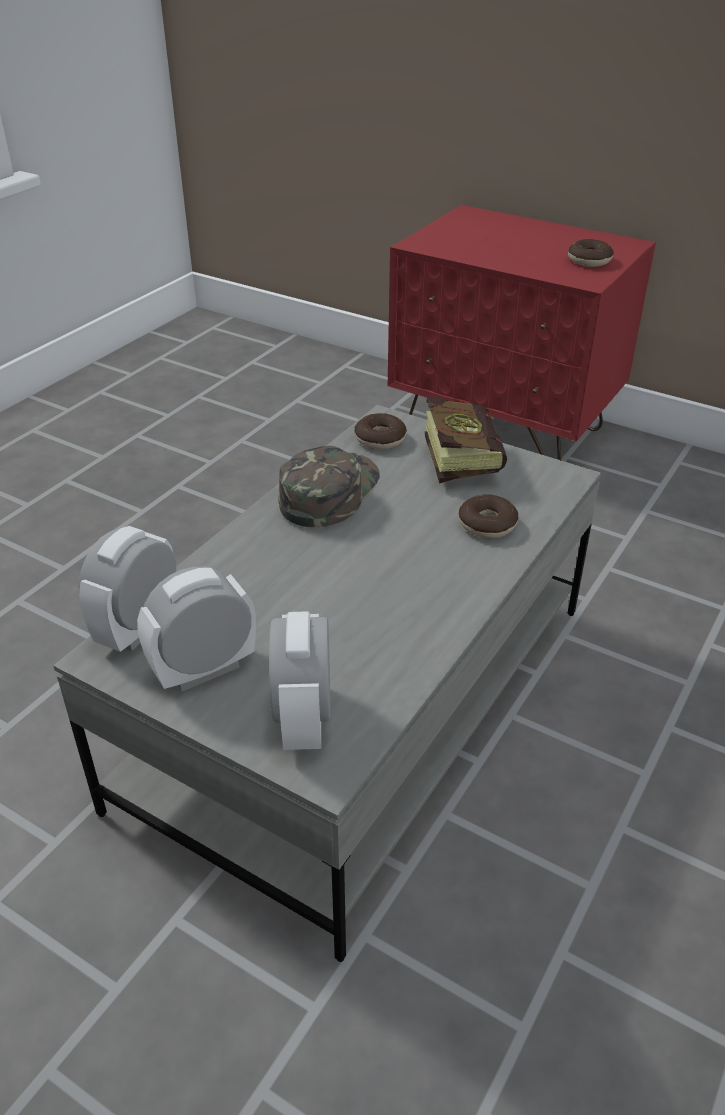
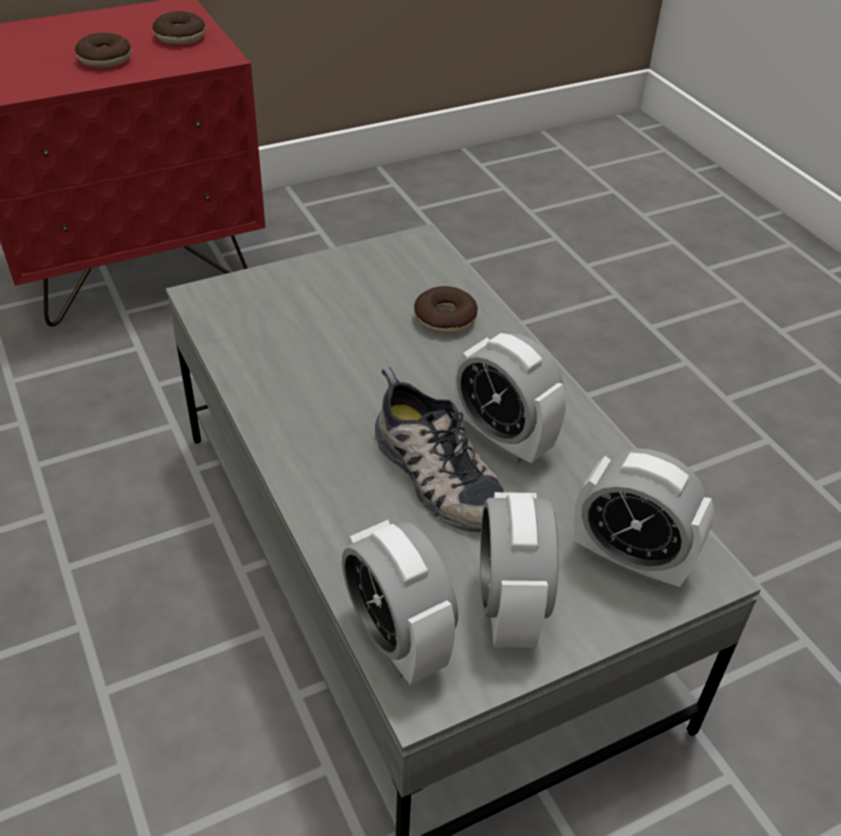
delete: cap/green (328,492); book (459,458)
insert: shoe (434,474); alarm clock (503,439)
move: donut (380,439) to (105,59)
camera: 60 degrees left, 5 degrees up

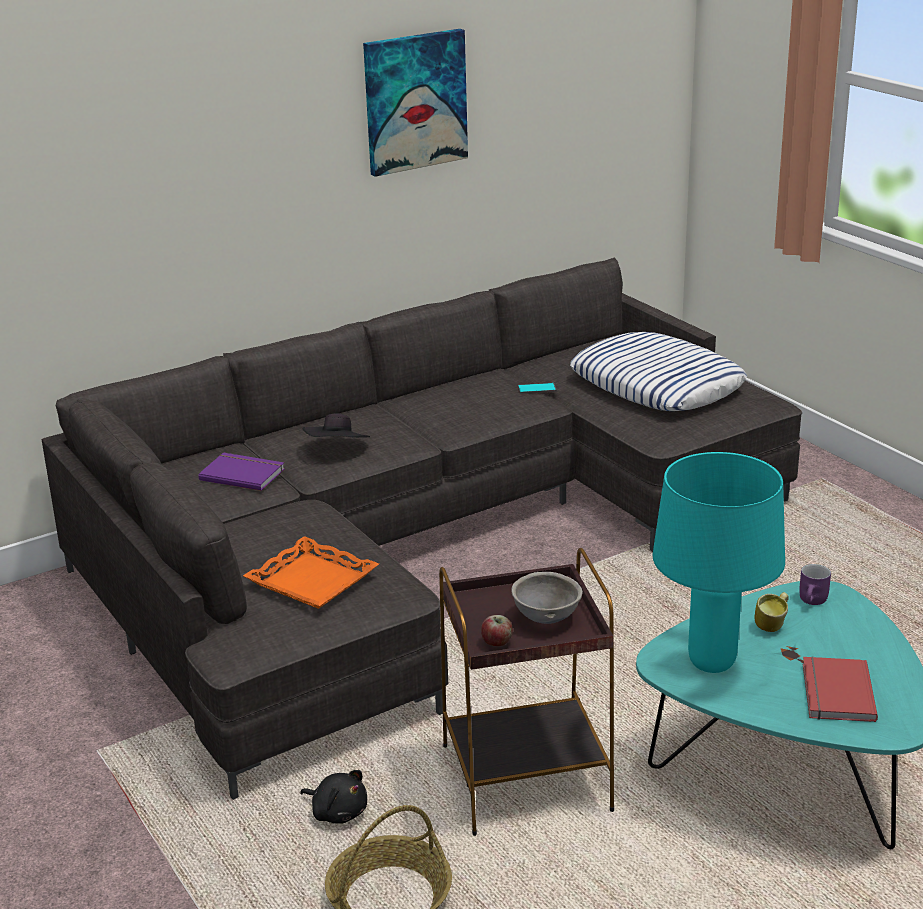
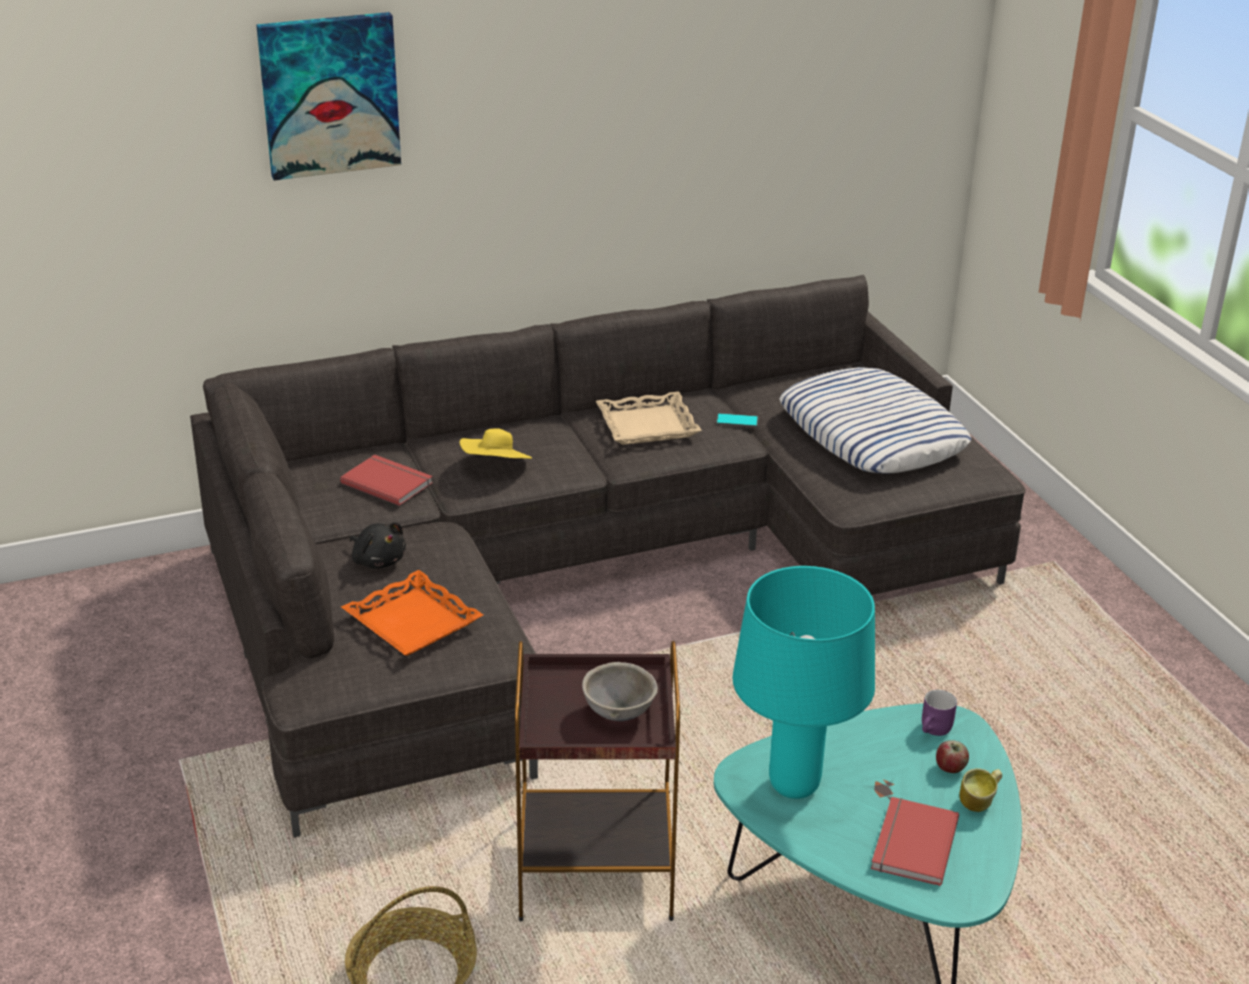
insert: tray/beige (647,426)
move: plush toy/black (338,812) to (378,560); picture (415,101) to (329,95); apple (497,643) to (950,768); mug (772,626) to (979,804)
recolor: book/purple (243,473) to book/red (388,482); hat/black (338,449) to hat/yellow (496,467)
camera: 10 degrees right, 5 degrees up

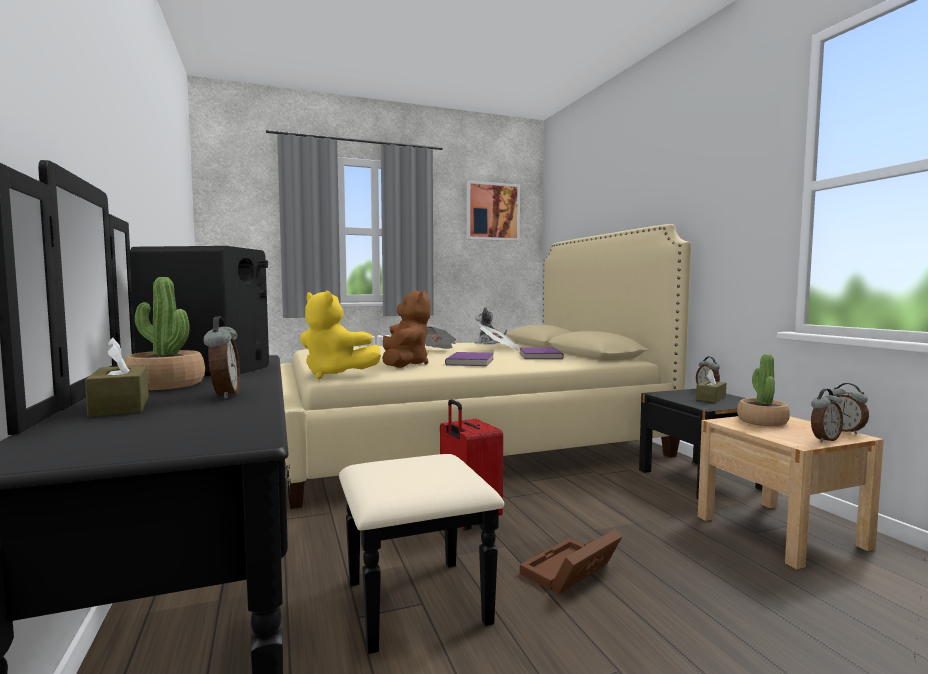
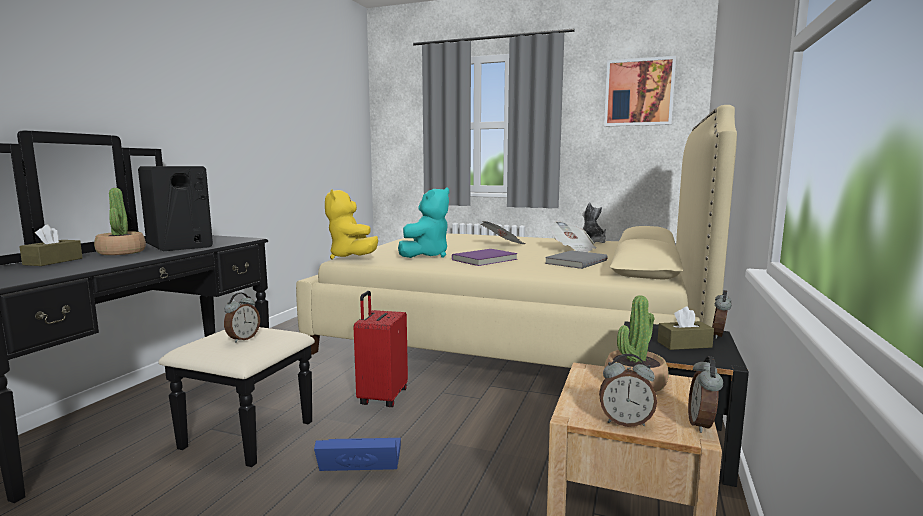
move: alarm clock (224,395) to (242,339)
recolor: plush toy/brown (404,364) to plush toy/turquoise (426,255); book/purple (539,356) to book/grey (575,262); storage box/brown (569,573) to storage box/blue (358,462)
camera: 40 degrees right, 5 degrees up

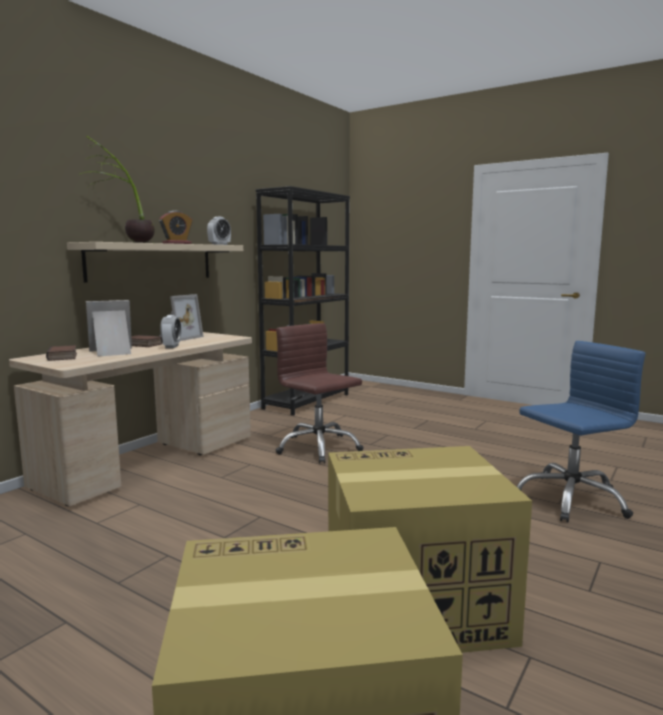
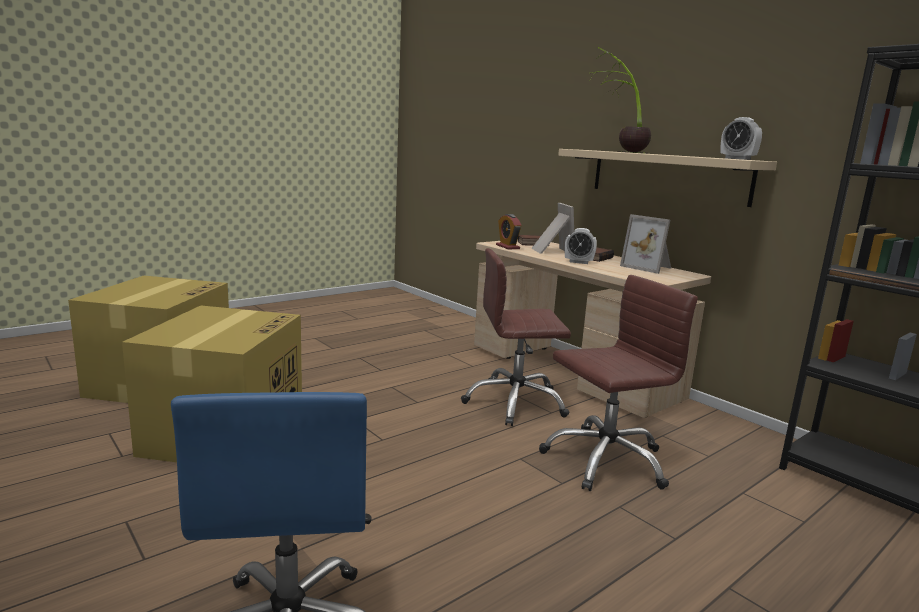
insert: office chair/brown (515,403)
move: alarm clock (177,243) to (507,247)
camera: 105 degrees right, 5 degrees up

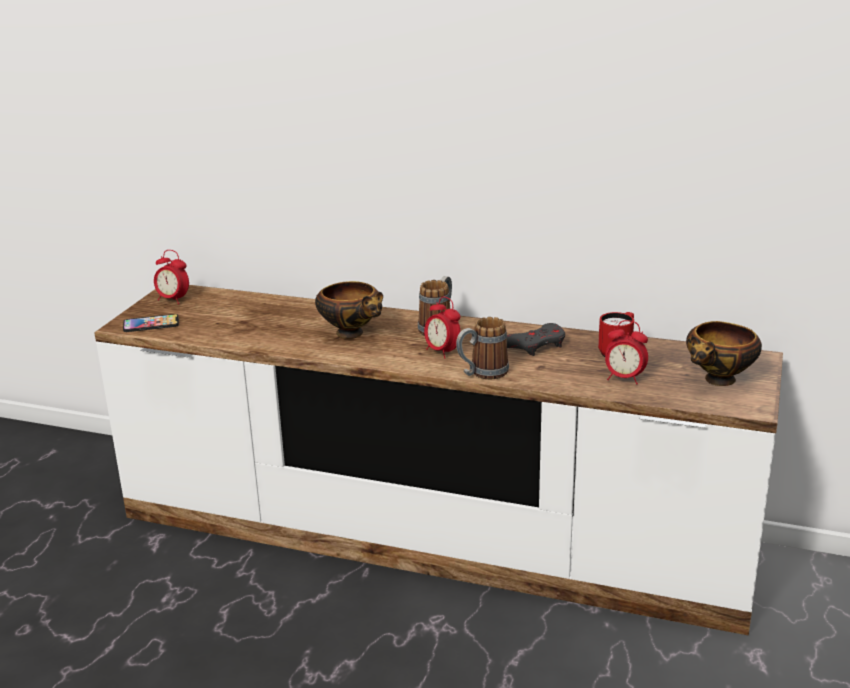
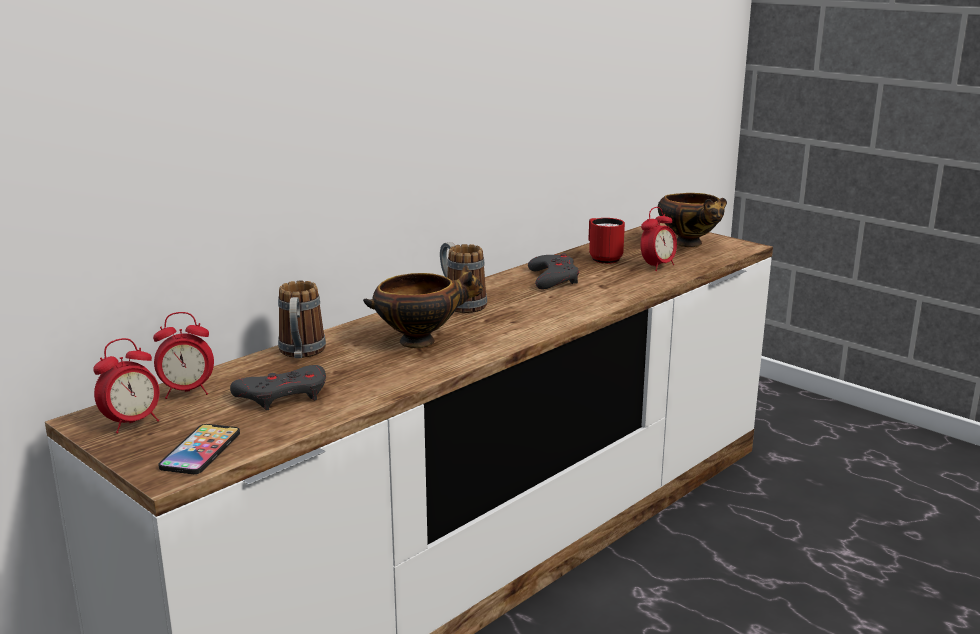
insert: game controller/grey (283,395)
move: alarm clock (442,352) to (187,392); mug (482,373) to (301,354)
camera: 65 degrees left, 5 degrees down

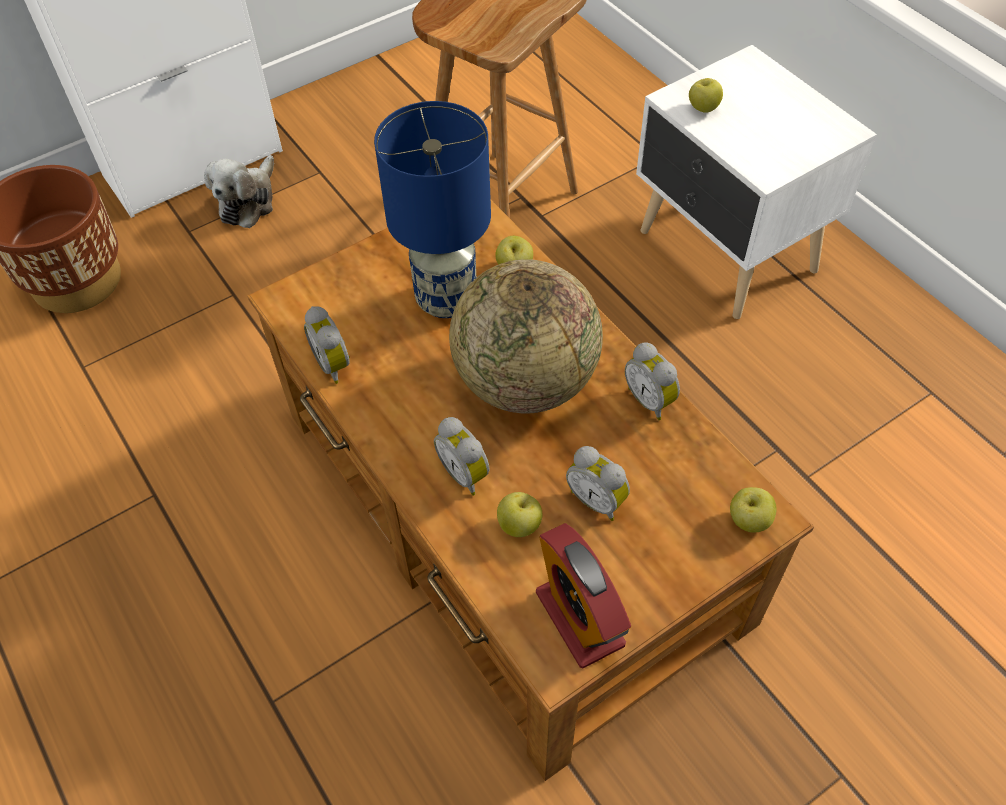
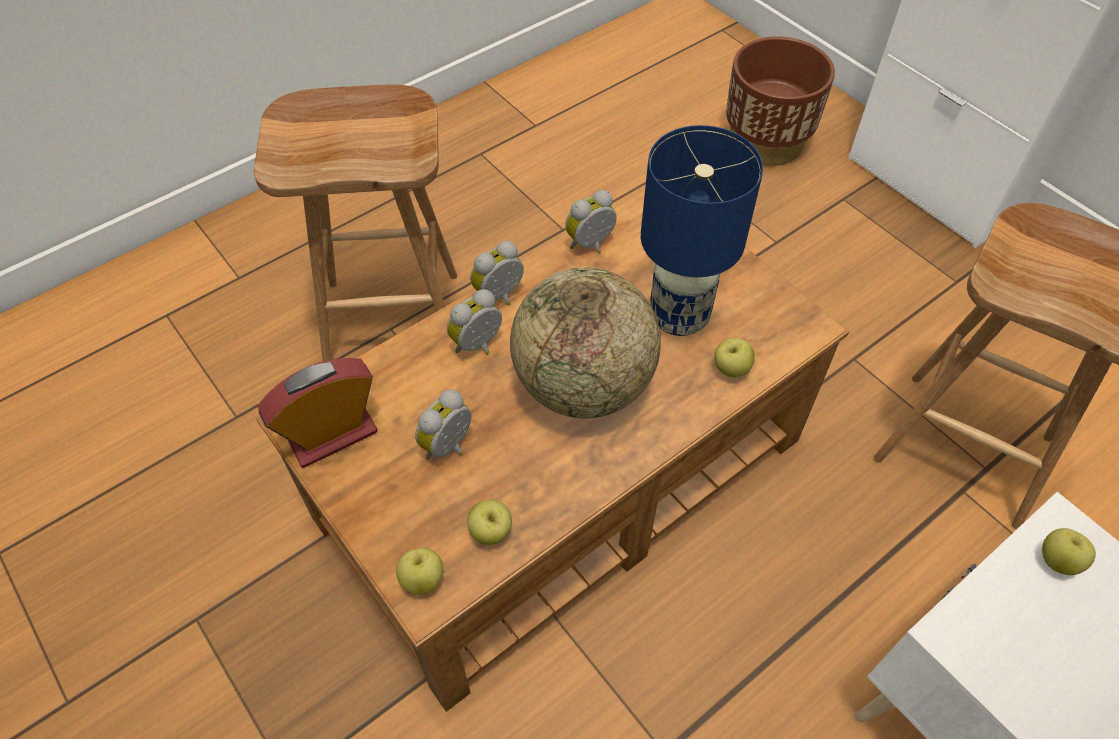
delete: plush toy (248,201)
insert: stool/brown (395,317)
move: apple (519,525) to (491,532); alarm clock (651,400) to (500,297)
camera: 85 degrees right, 0 degrees up

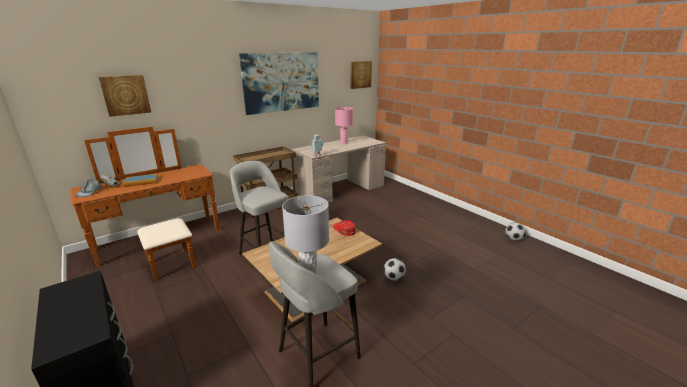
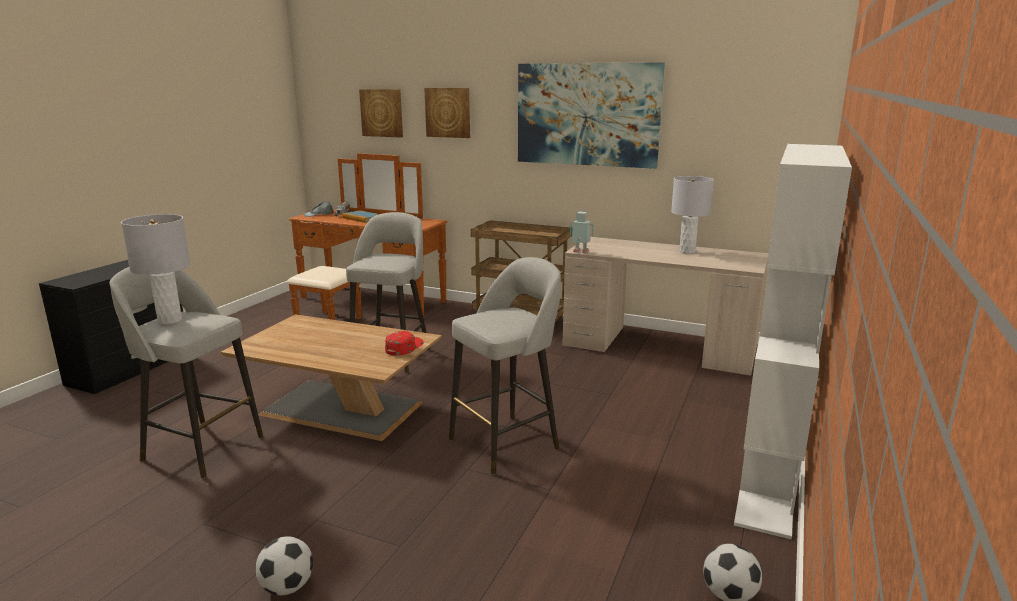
insert: stool/grey (506,443); bookcase/white (768,481)
move: picture (360,74) to (448,112); football (394,278) to (287,587)
recolor: table lamp/pink (344,142) to table lamp/grey (687,251)
camera: 60 degrees right, 5 degrees down

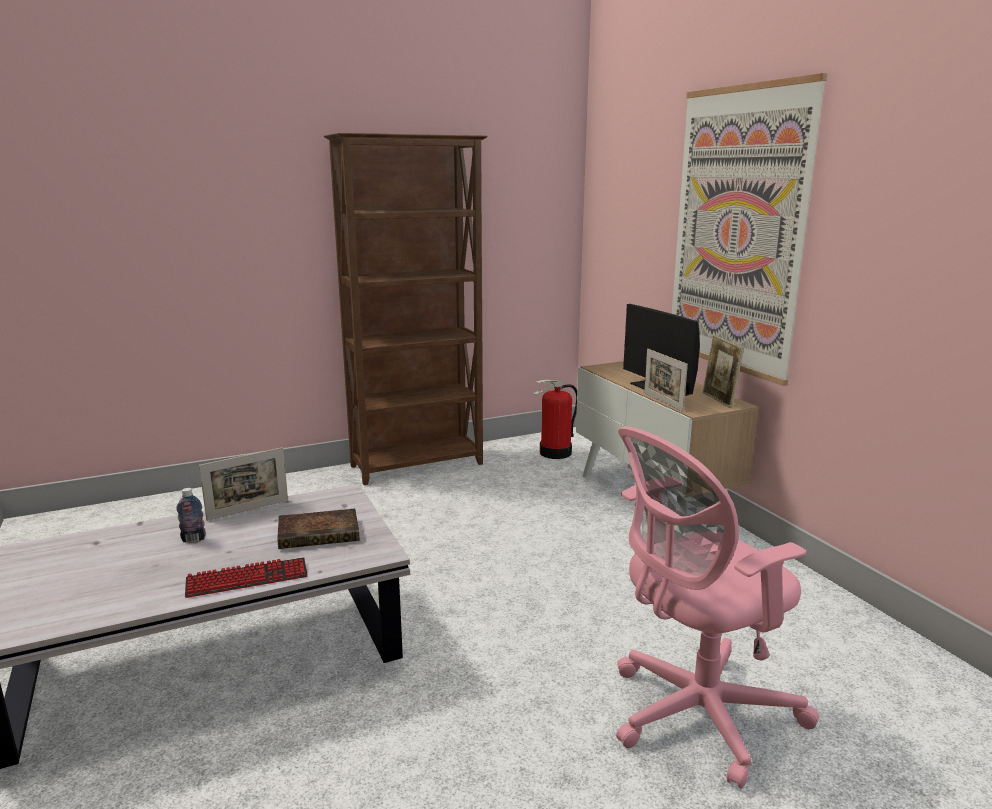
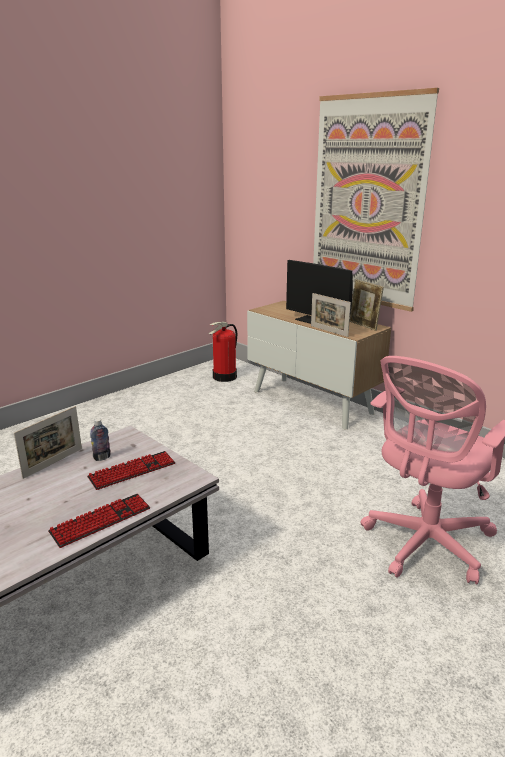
delete: bookcase/brown (418,465)
move: bottle (193,539) to (102,457)
replace: book (321,533) to keyboard (132,471)
camera: 20 degrees left, 5 degrees up

